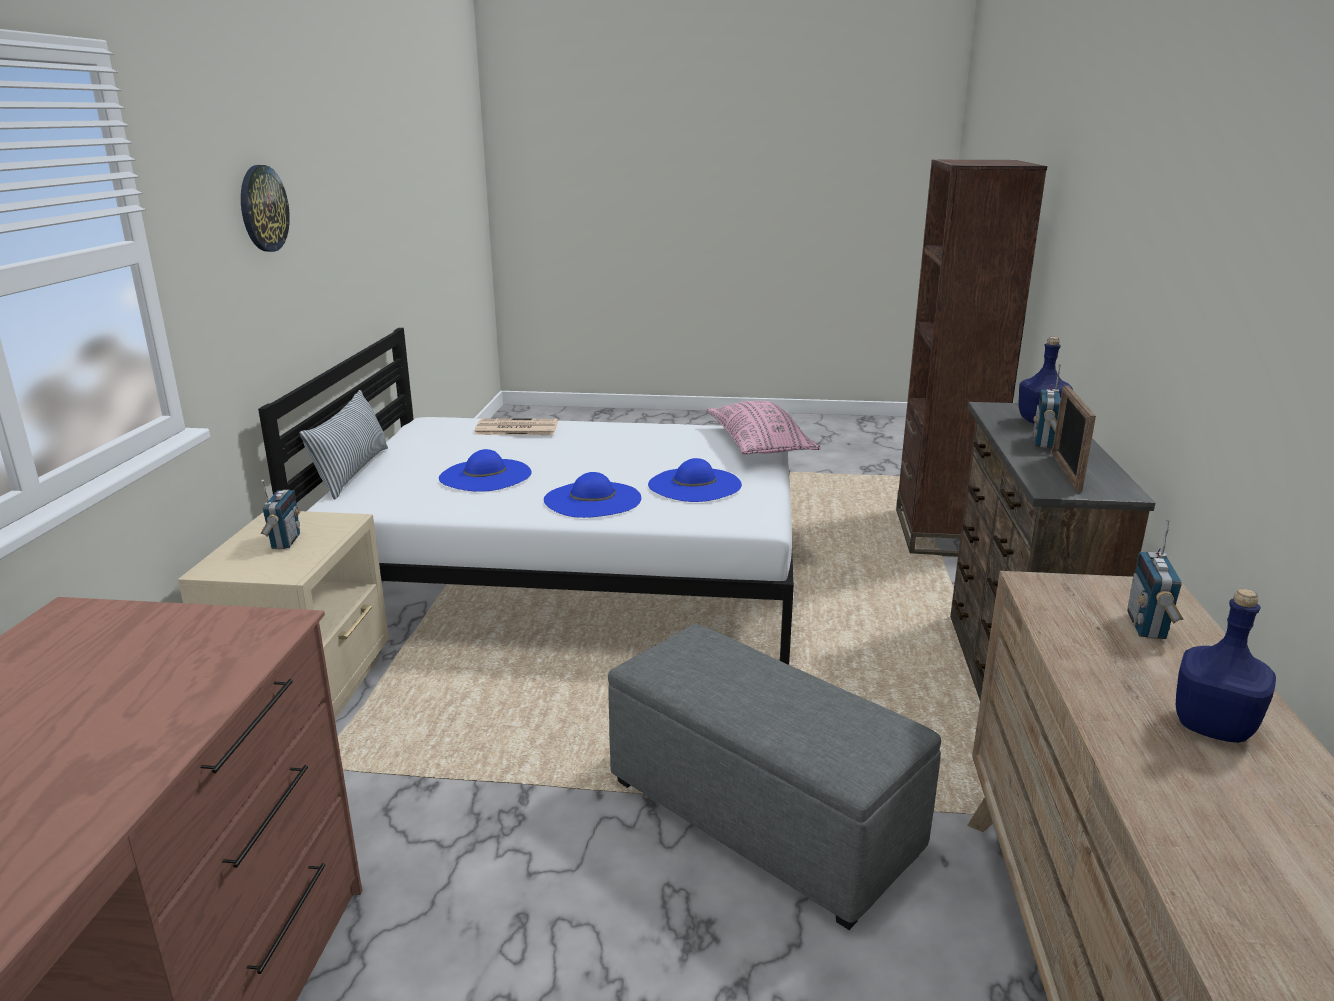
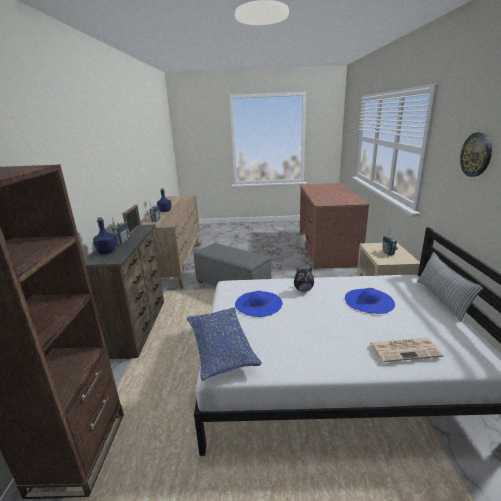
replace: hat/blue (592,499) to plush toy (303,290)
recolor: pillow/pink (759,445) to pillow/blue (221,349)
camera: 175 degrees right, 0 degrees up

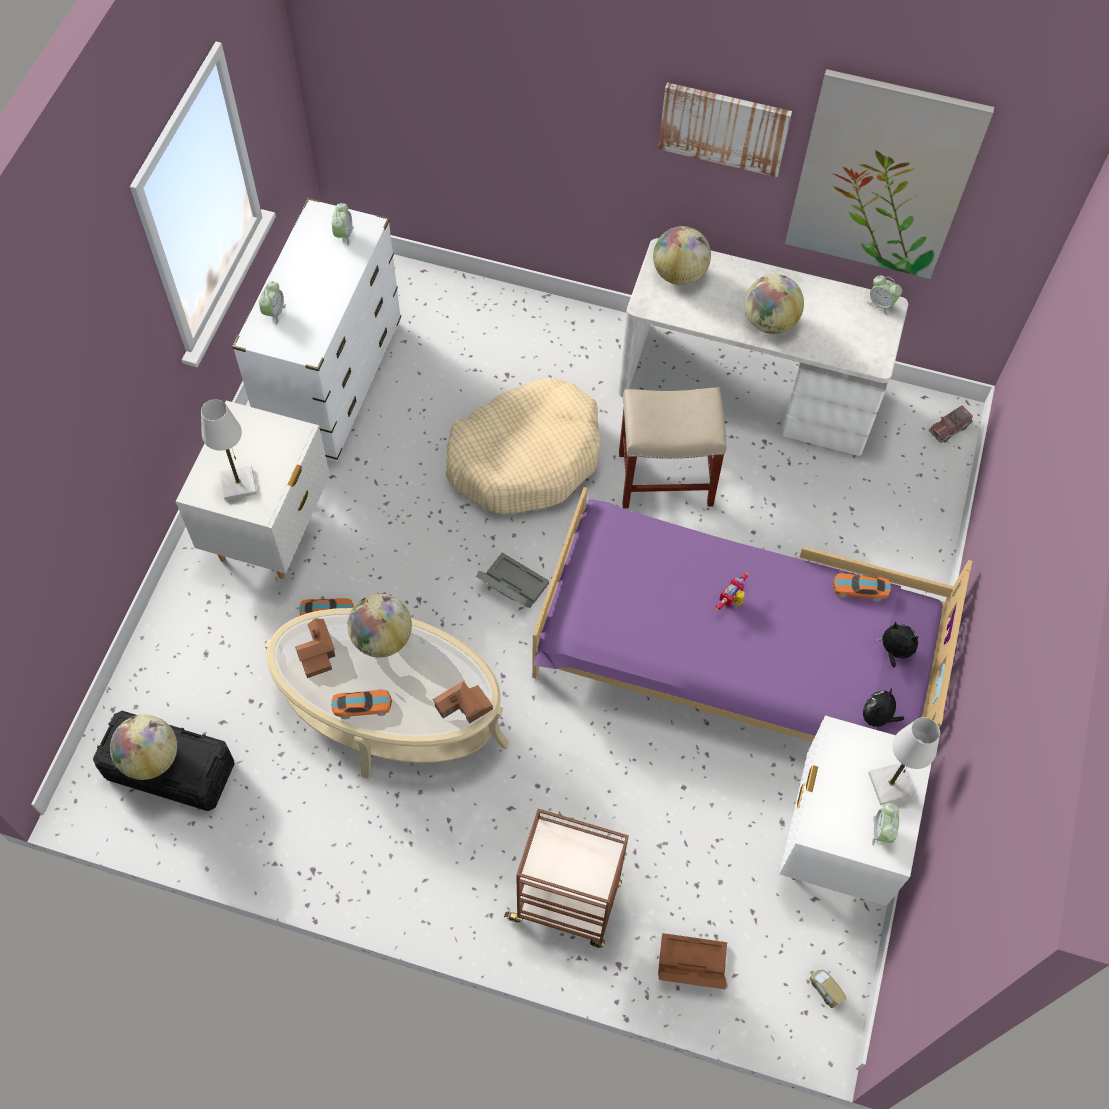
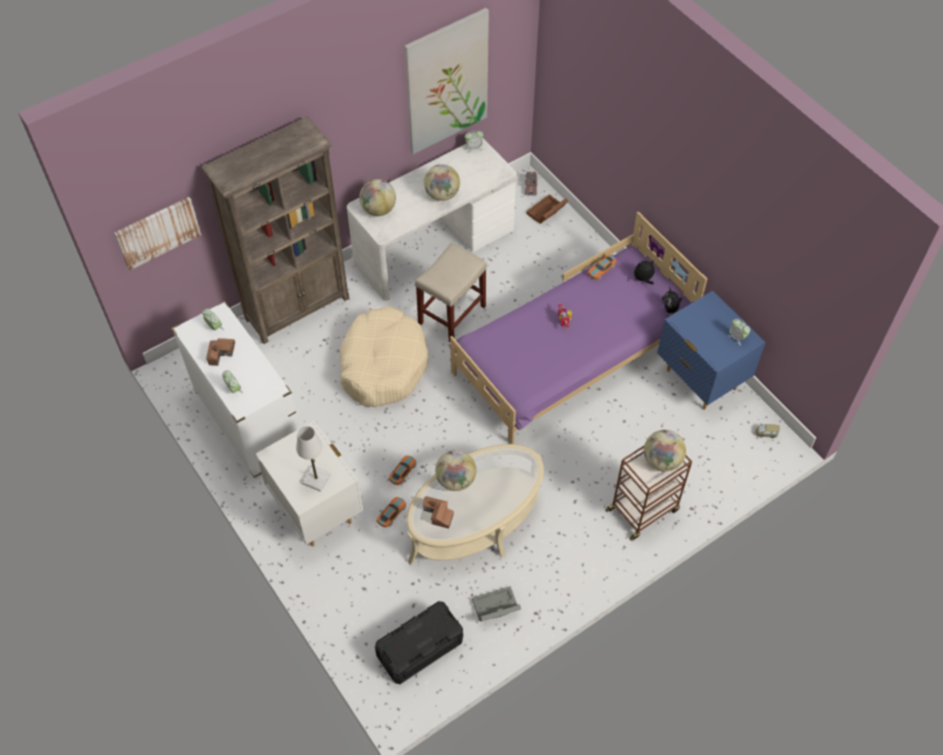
delete: table lamp/white (890,785)
insert: bookcase/brown (298,308)
move: globe (151,758) to (661,460); toy car (362,706) to (402,472); toy house (463,707) to (221,353); storage box/grey (510,585) to (495,608); picture (724,128) to (158,232); storage box/brown (689,965) to (546,212)
recolor: nightstand/white (836,842) to nightstand/blue (700,380)
camera: 50 degrees left, 5 degrees down

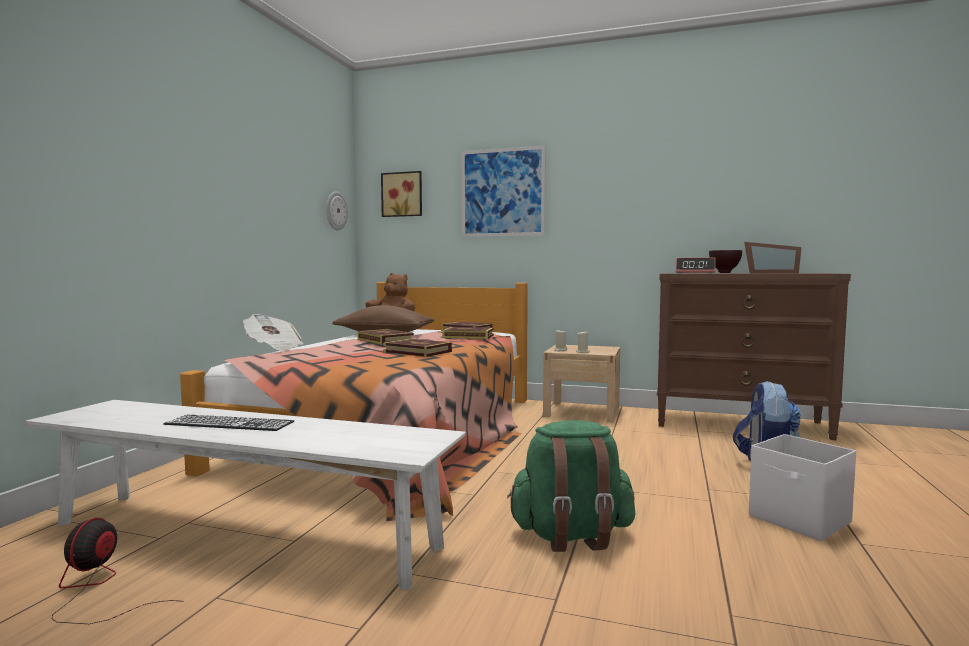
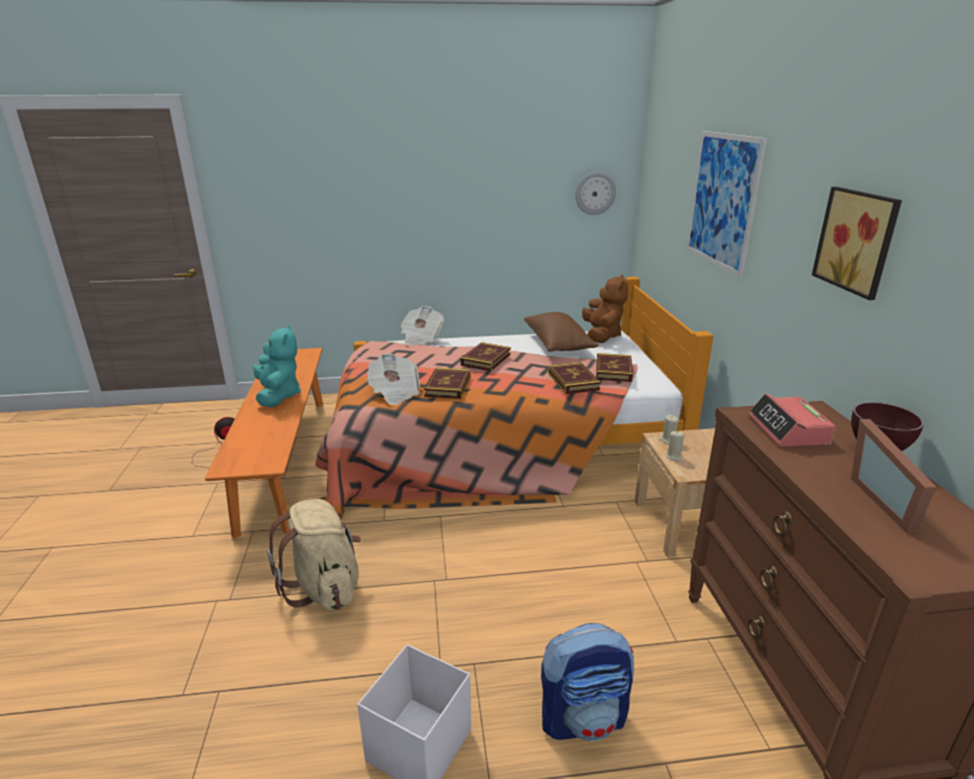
insert: newspaper (394,392)
move: picture (402,194) to (858,241)
replace: keyboard (229,423) to plush toy/turquoise (278,396)
recolor: bench/white (242,535) to bench/orange (285,459); backpack/green (571,536) to backpack/beige (325,587)
camera: 65 degrees right, 20 degrees up

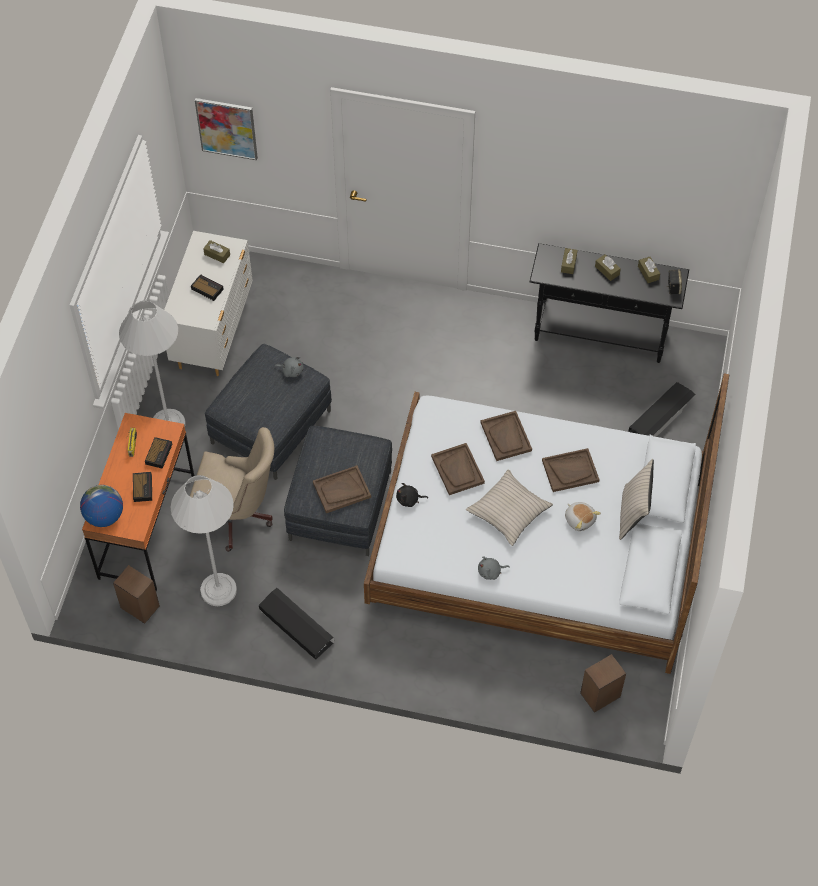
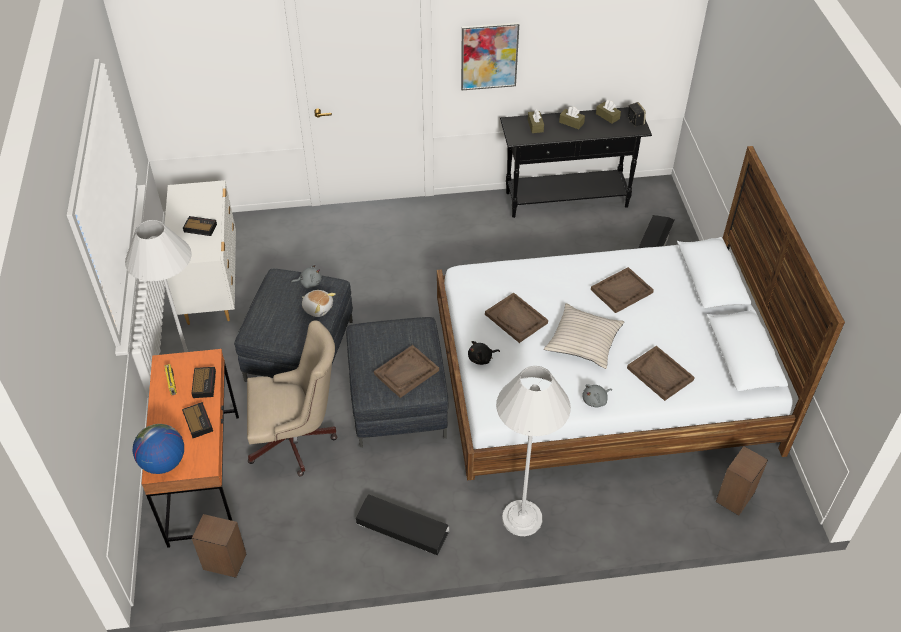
delete: tissue box/brown (217,254); pillow/beige (633,513)
move: floor lamp/white (218,590) to (522,518); picture (227,128) to (489,56); tray/brown (506,437) to (660,374); plush toy (580,519) to (318,308)
camera: 20 degrees left, 10 degrees down

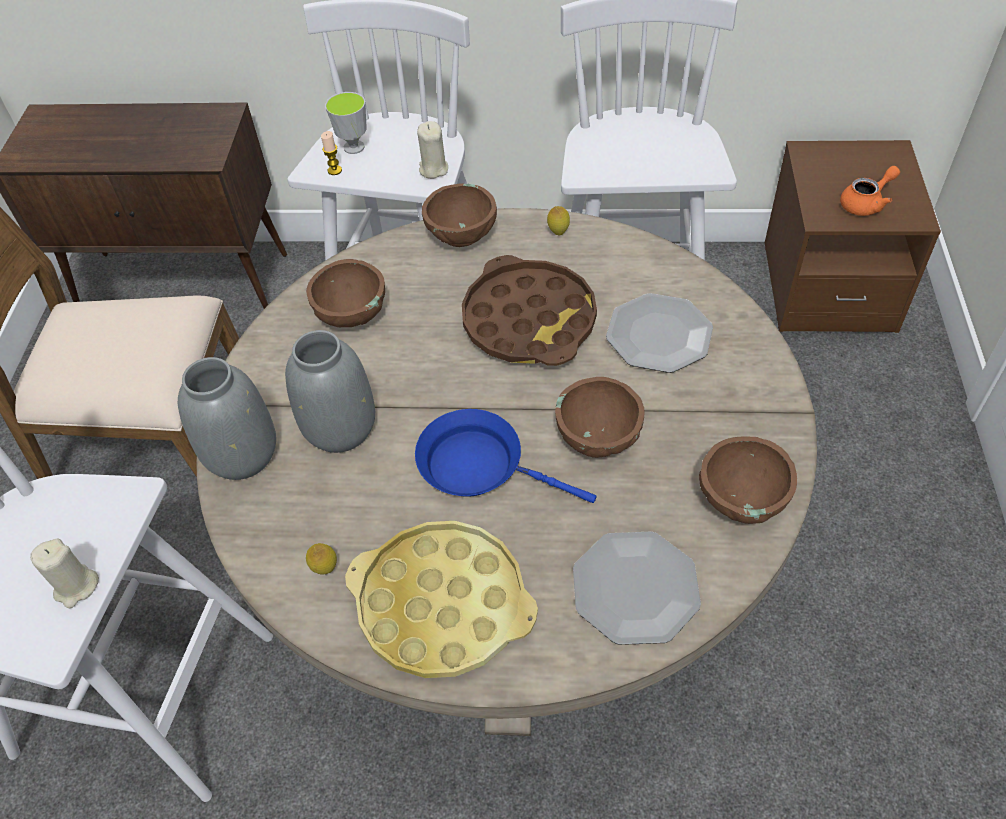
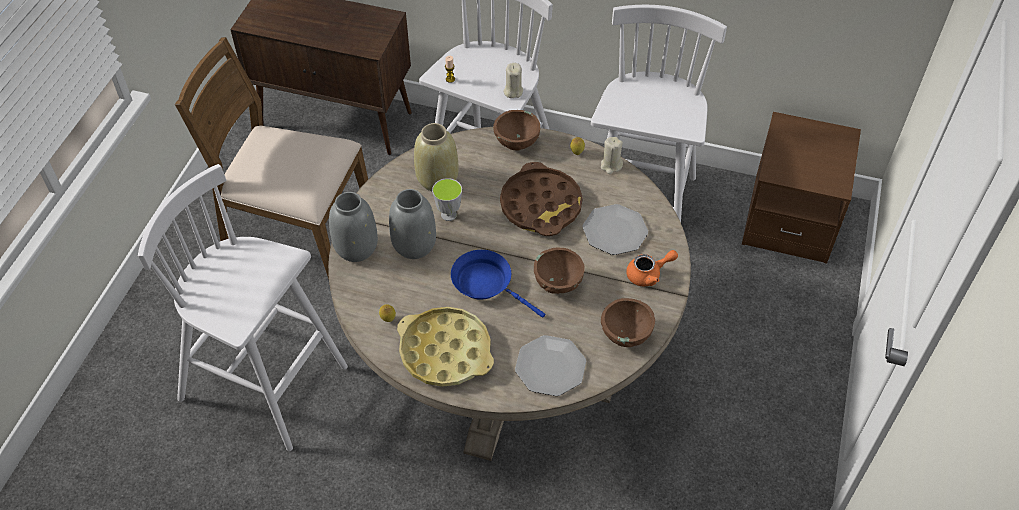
move: candle/beige (76,587) to (611,165); cup (354,147) to (448,215); teapot/orange (866,203) to (648,274)
replace: bowl/brown (351,316) to vase/beige (437,180)
camera: 10 degrees right, 0 degrees up

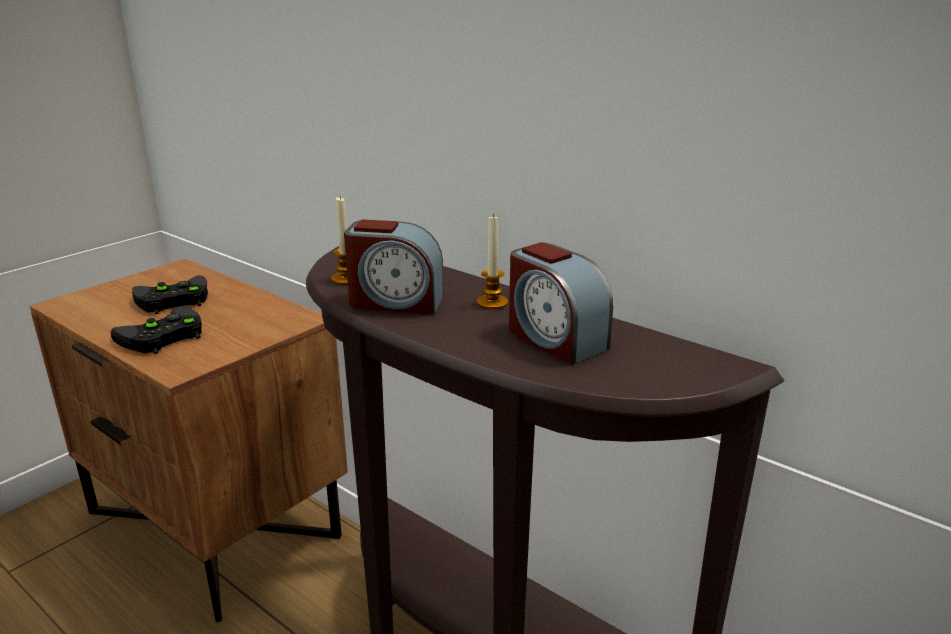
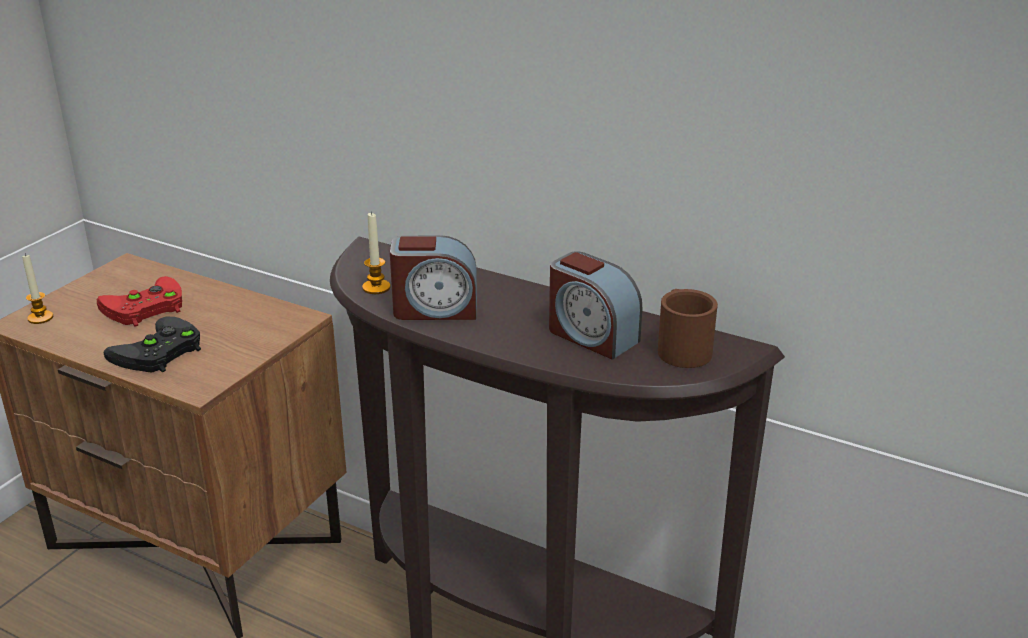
insert: mug/brown (681,347)
move: candle (492,303) to (40,318)
recolor: game controller/black (171,300) to game controller/red (143,308)
camera: 10 degrees left, 5 degrees up

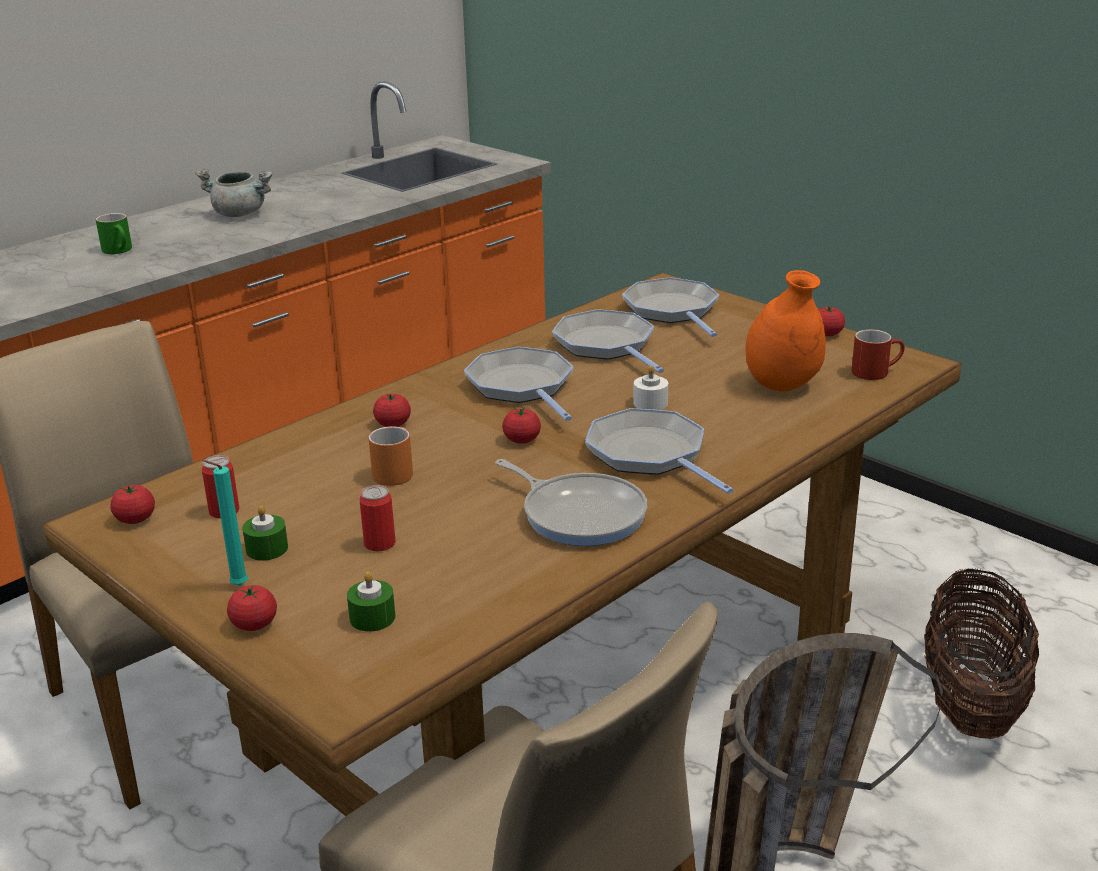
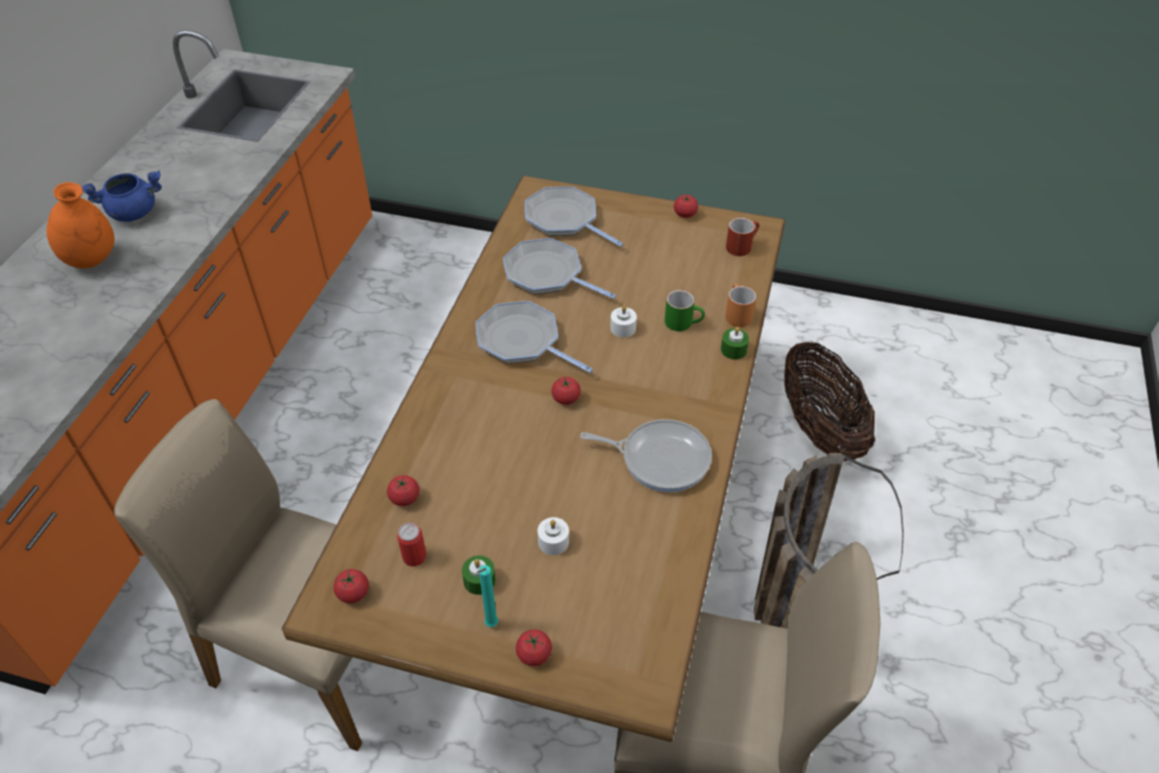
delete: frying pan (650,455)
move: mug/green (120,250) to (684,323); candle/green (372,617) to (733,350); mug/orange (395,471) to (736,314); tomato (393,424) to (405,498); vase/orange (782,385) to (92,260)
replace: can (379,543) to candle/white (553,541)
recolor: cooking pot/grey (240,214) to cooking pot/blue (134,212)
camera: 30 degrees left, 20 degrees up

